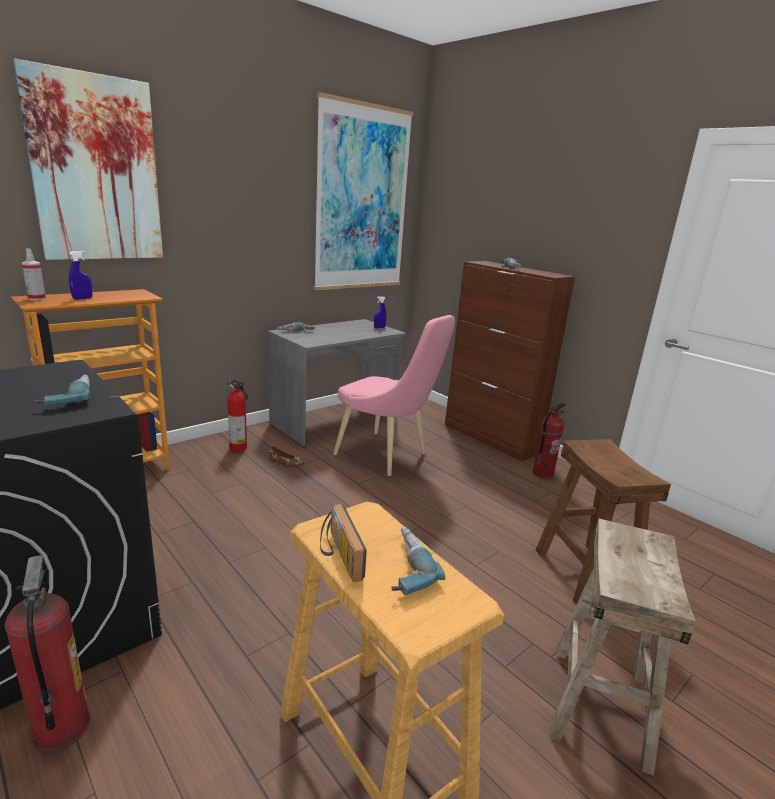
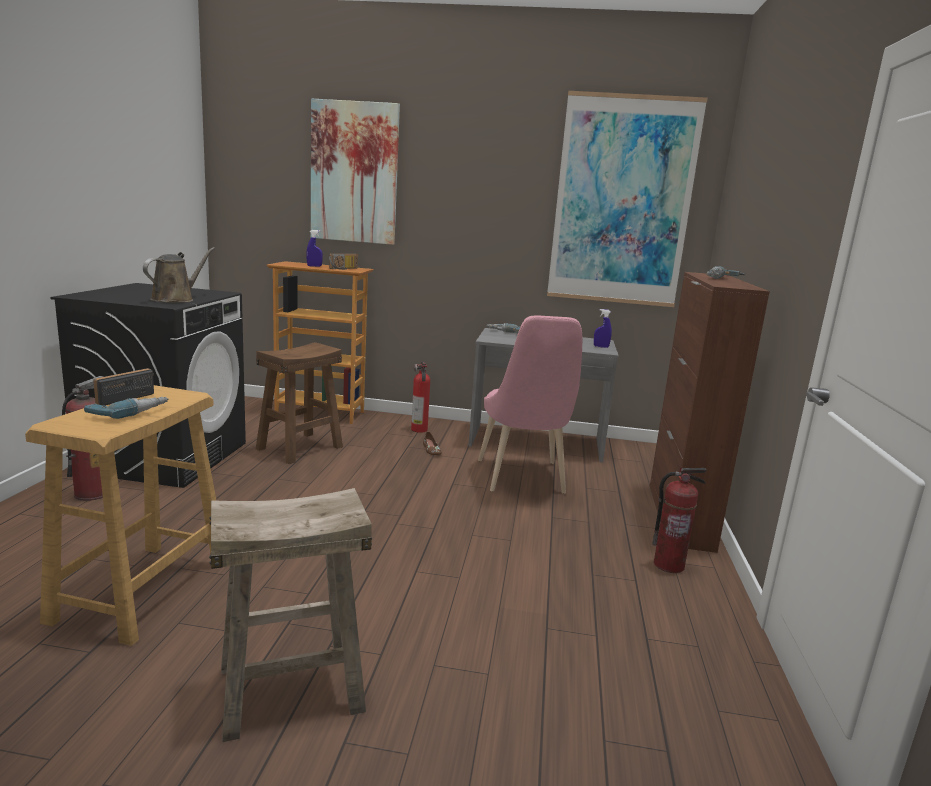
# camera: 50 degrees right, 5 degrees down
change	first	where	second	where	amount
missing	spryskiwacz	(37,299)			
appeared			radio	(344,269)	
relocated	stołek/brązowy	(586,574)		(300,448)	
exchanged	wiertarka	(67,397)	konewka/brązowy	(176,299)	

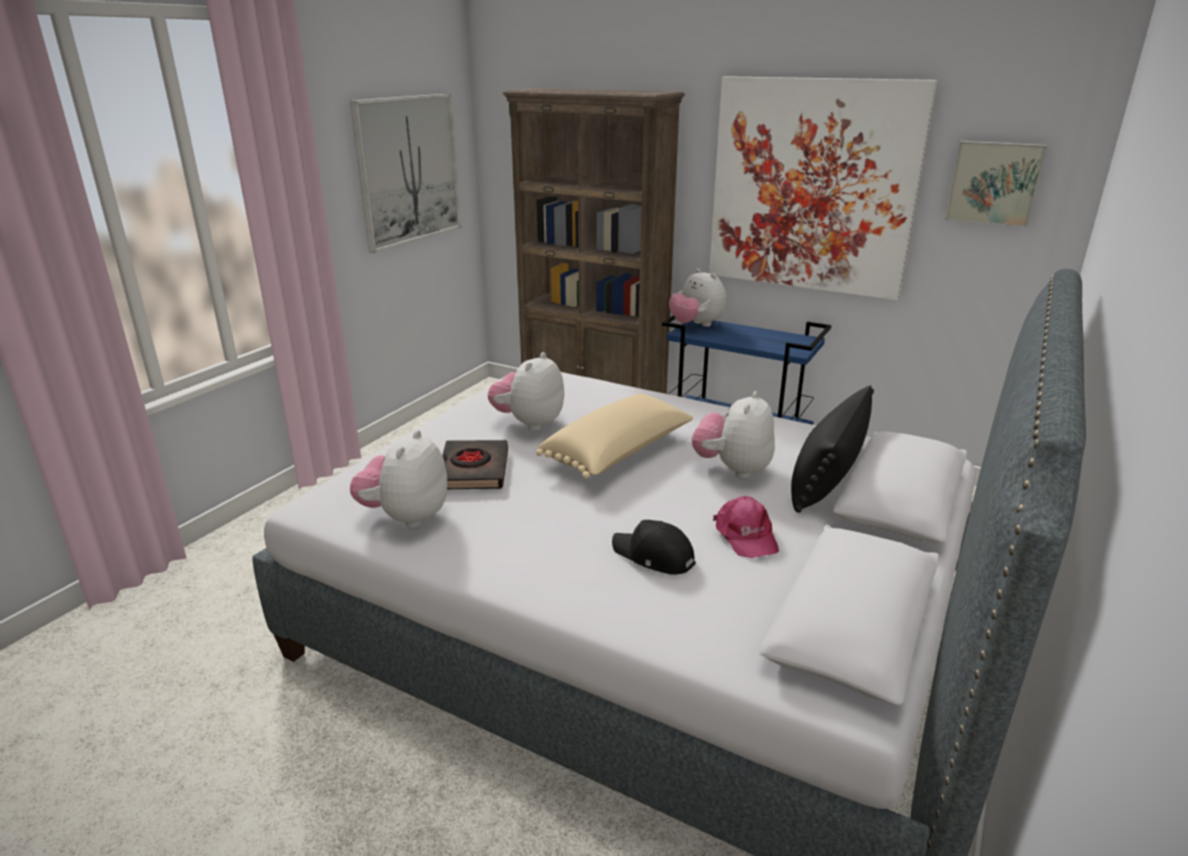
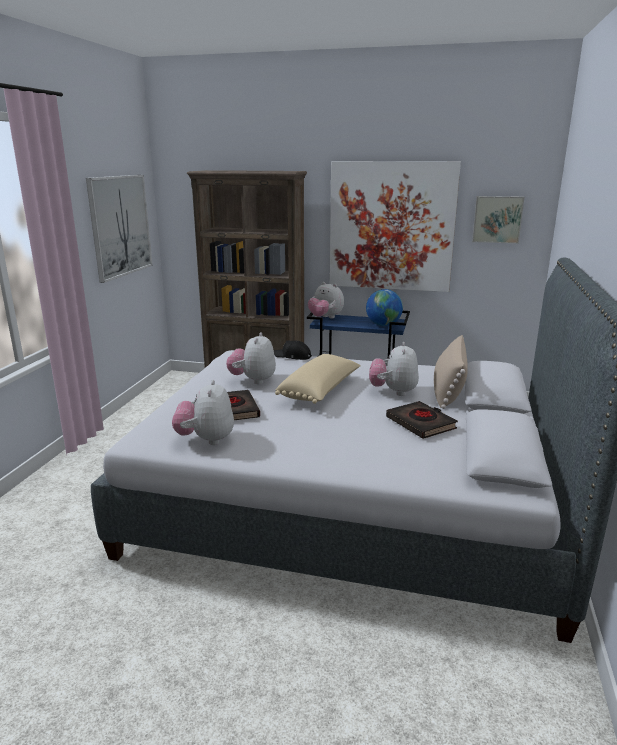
# camera: 15 degrees left, 5 degrees down
change	first	where	second	where	amount
appeared			globus	(383,325)	
relocated	czapka z daszkiem/czarny	(653,556)		(292,356)	
exchanged	czapka z daszkiem/różowy	(745,535)	książka/czarny	(421,424)	
colour	poduszka/czarny	(827,475)	poduszka/beżowy	(448,389)	

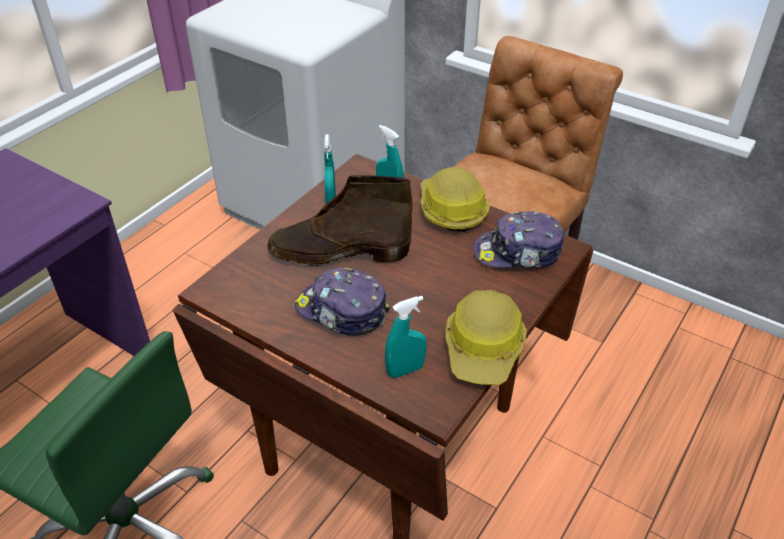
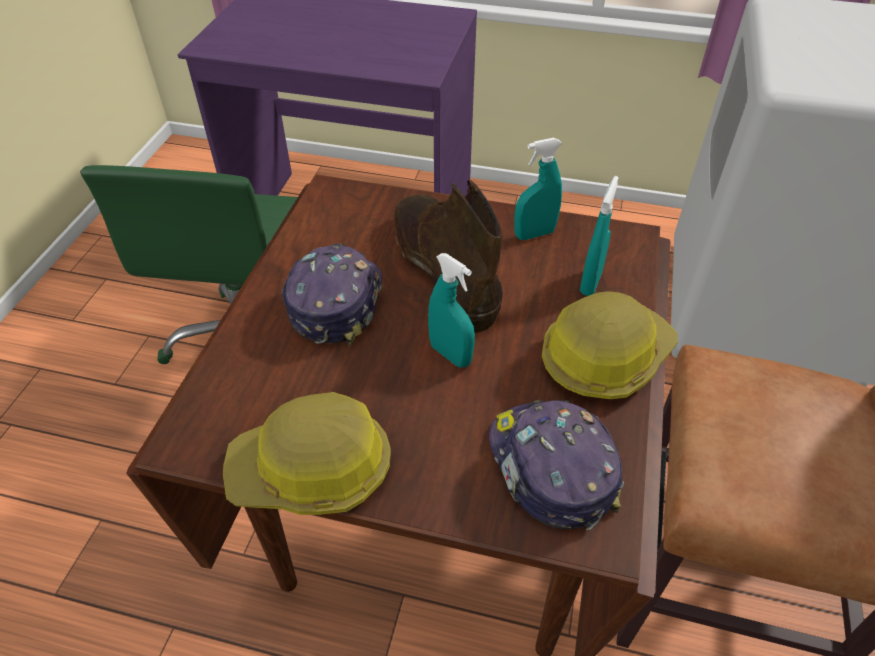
# camera: 70 degrees right, 5 degrees up
change	first	where	second	where	amount
relocated	spryskiwacz/turkusowy	(405,370)		(450,354)	

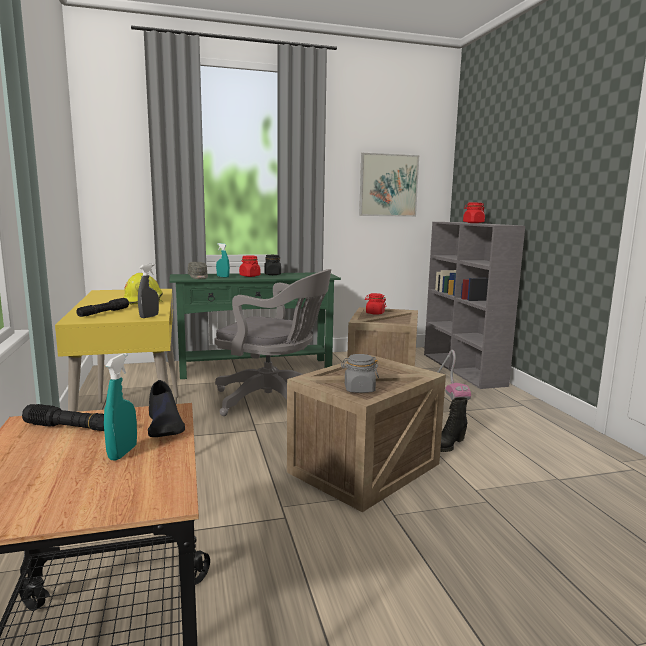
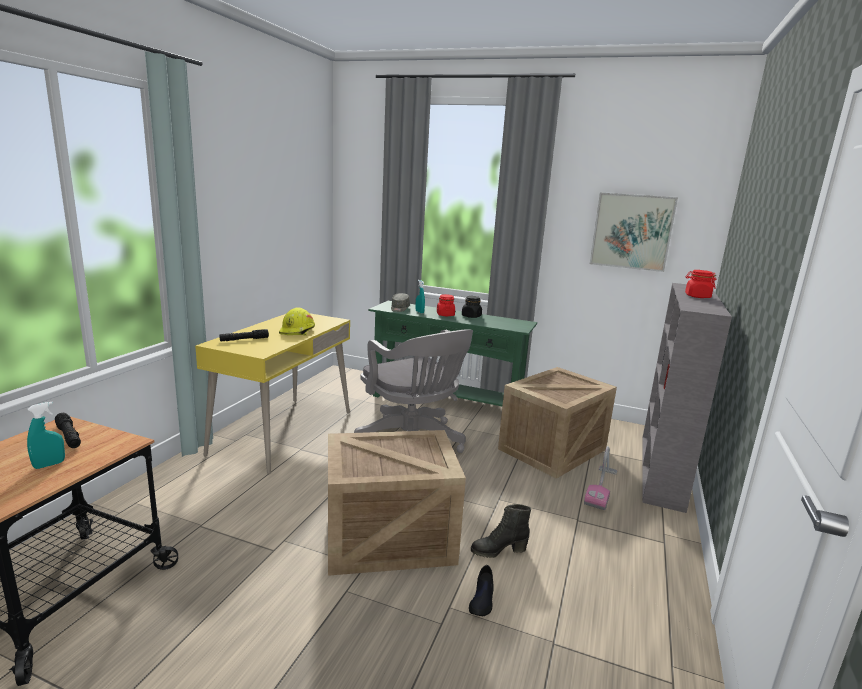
# camera: 35 degrees right, 5 degrees up
change	first	where	second	where	amount
missing	spryskiwacz/szary	(149,316)			
missing	słoik/szary	(359,389)			
missing	słoik/czerwony	(375,313)			
relocated	but/czarny	(164,425)		(482,599)	

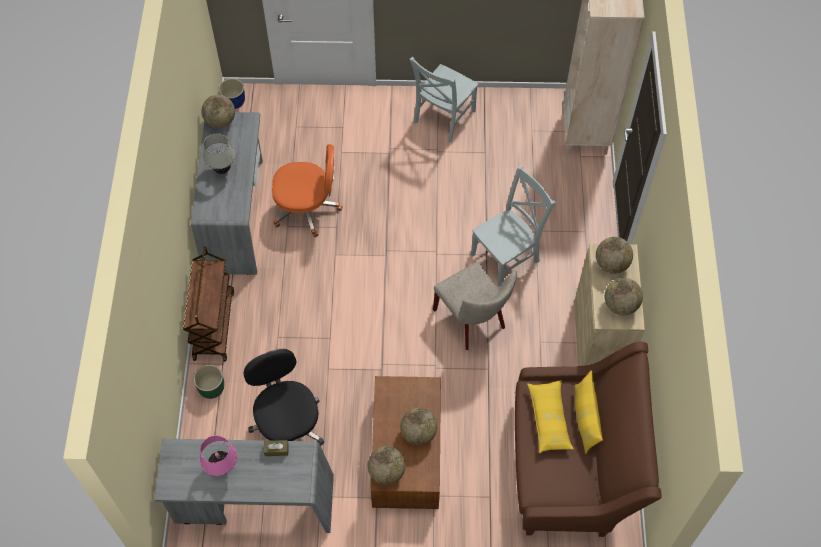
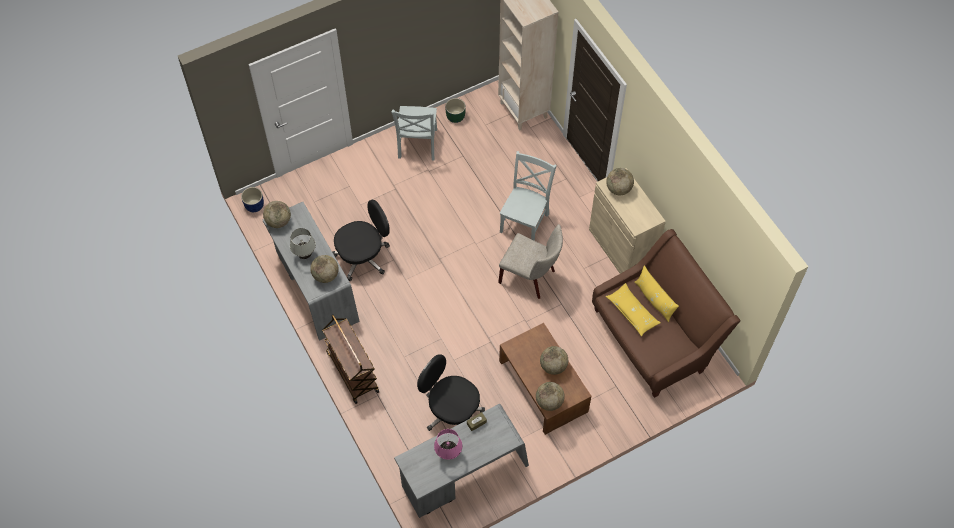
# camera: 30 degrees left, 0 degrees up
change	first	where	second	where	amount
relocated	donica/zielony	(211,388)		(455,116)	
relocated	globus	(620,305)		(326,275)	
colour	krzesło biurowe/pomarańczowy	(307,208)	krzesło biurowe/czarny	(363,257)	

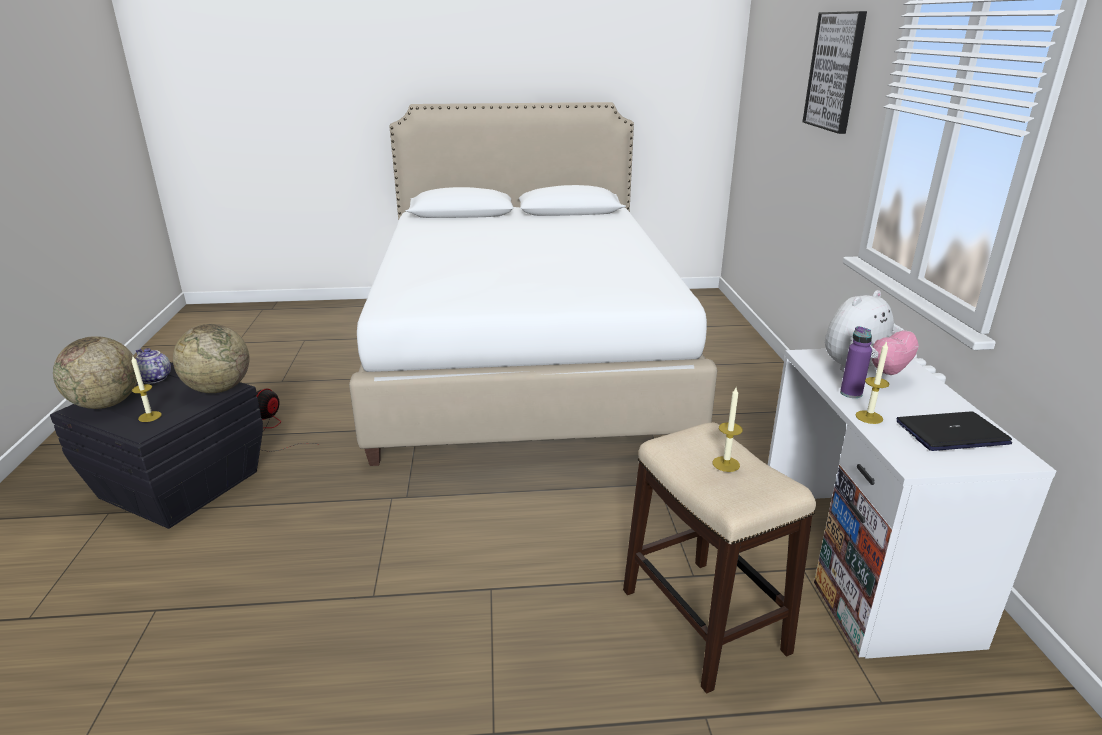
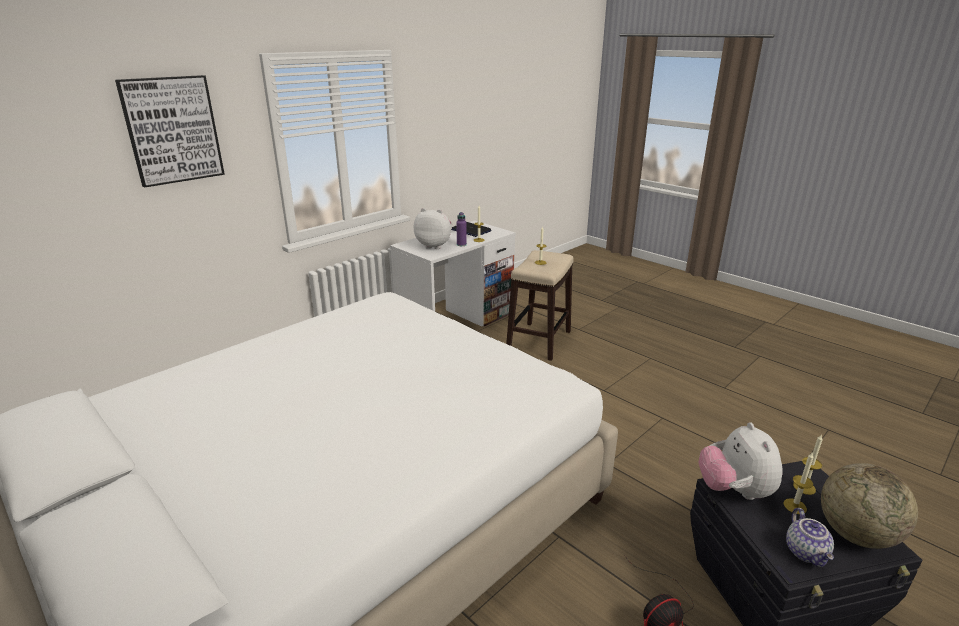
# camera: 130 degrees left, 0 degrees up
change	first	where	second	where	amount
appeared			świeca	(795,506)	
exchanged	globus	(218,389)	pluszak	(734,490)	

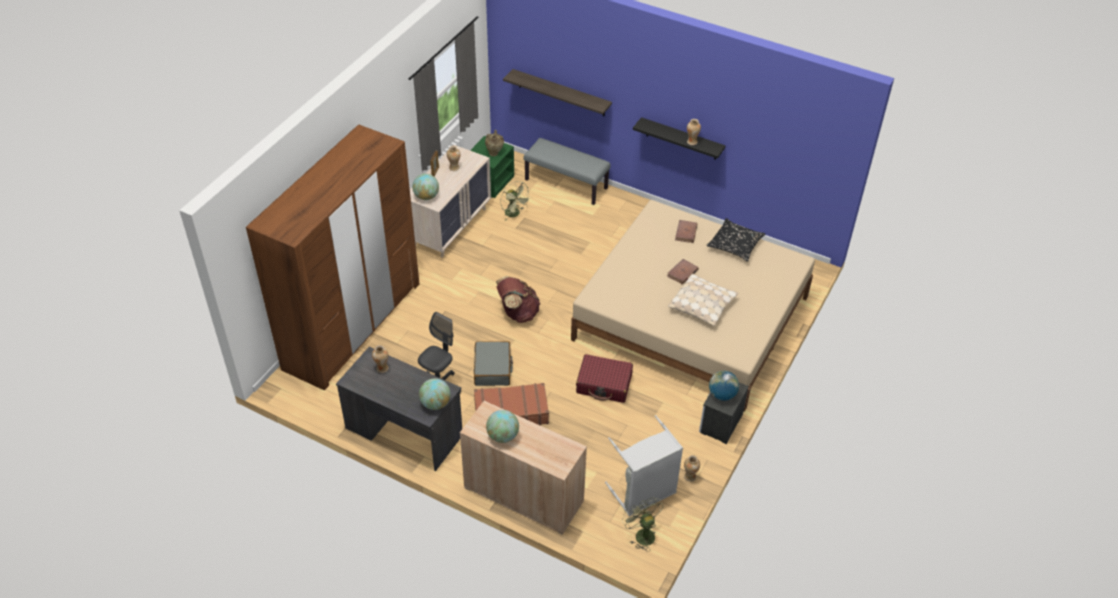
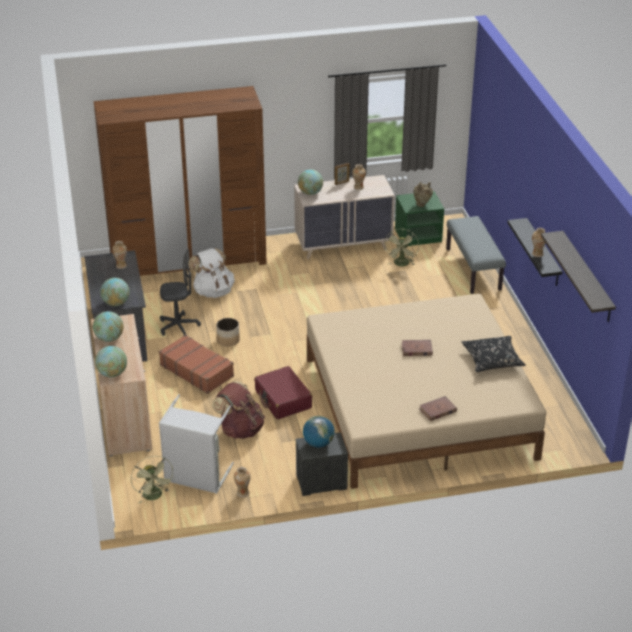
# camera: 50 degrees right, 10 degrees down
change	first	where	second	where	amount
missing	poduszka/beżowy	(702,305)			
appeared			globus	(112,373)	
appeared			plecak/biały	(213,291)	
relocated	plecak/brązowy	(518,313)		(240,429)	
relocated	półka	(561,93)		(586,277)	
relocated	książka/brązowy	(686,233)		(437,410)	
exchanged	walizka/szary	(493,369)	donica	(228,340)	
spun	wentylator/zielony	(642,534)		(154,496)	135 degrees clockwise

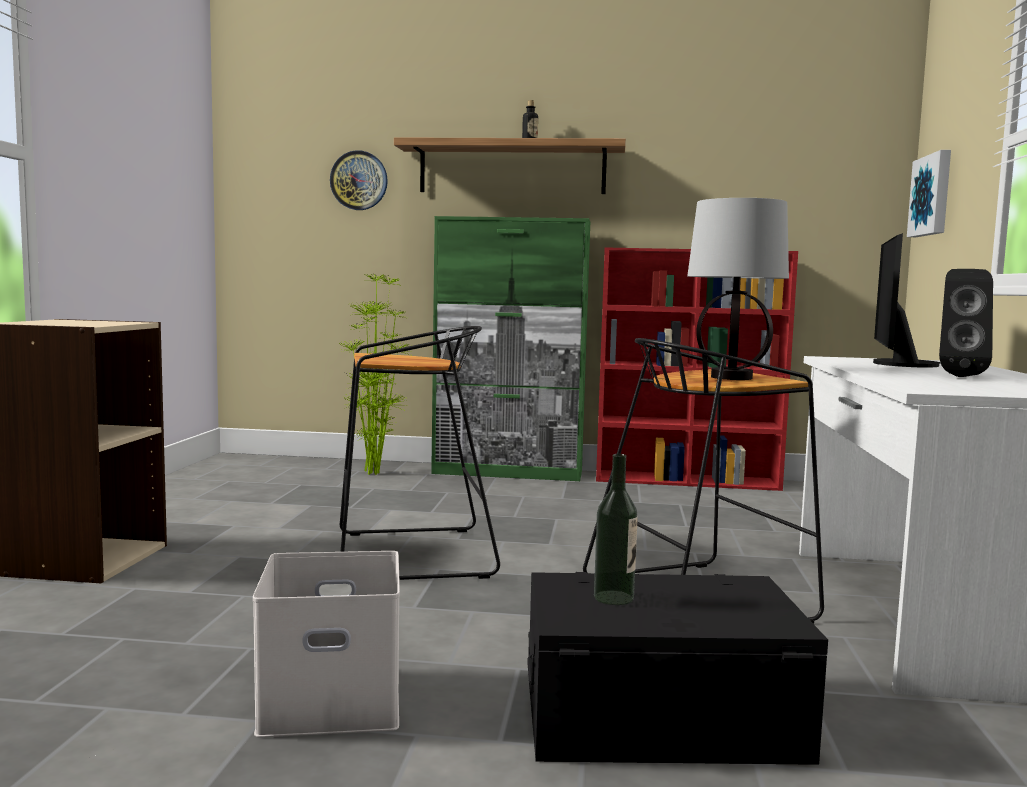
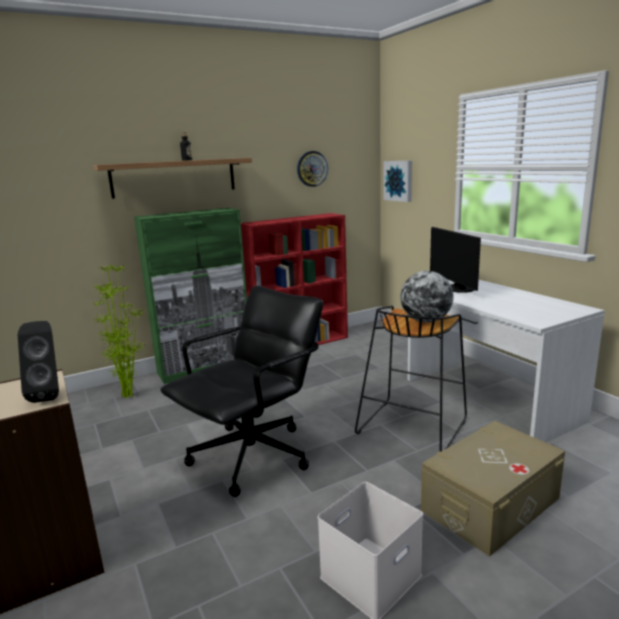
# camera: 35 degrees left, 10 degrees up
change	first	where	second	where	amount
missing	butelka	(613,598)			
relocated	zegar ścienny	(359,180)		(312,169)	
relocated	głośnik/czarny	(959,376)		(49,394)	
exchanged	stołek/czarny	(410,555)	krzesło biurowe/czarny	(253,456)	
exchanged	lampa stołowa	(732,378)	globus	(426,321)	
colour	pojemnik do przechowywania/czarny	(659,716)	pojemnik do przechowywania/beżowy	(490,504)	

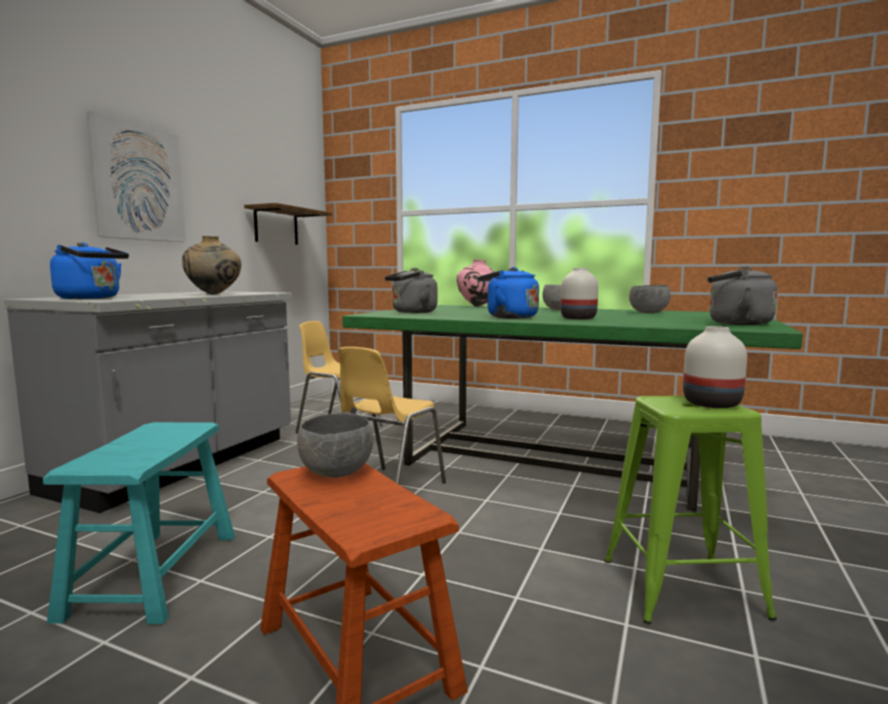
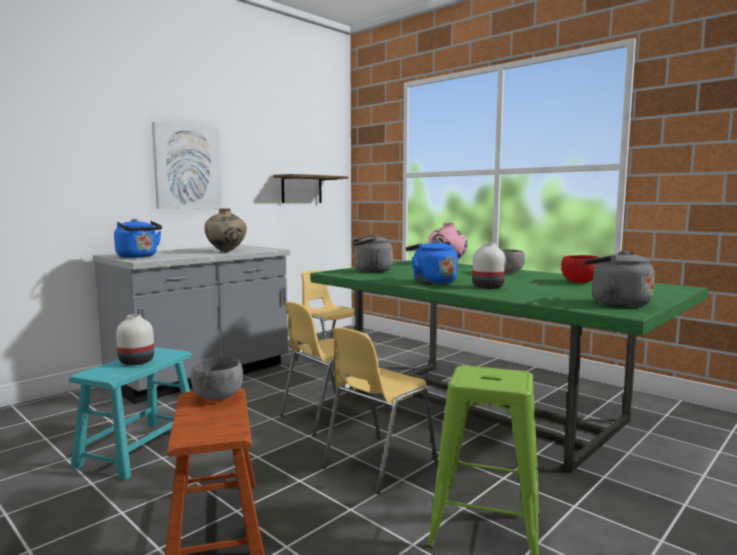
# camera: 20 degrees right, 0 degrees up
change	first	where	second	where	amount
appeared			krzesło/żółty	(378,464)	
relocated	wazon/biały	(713,404)		(137,362)	
colour	miska/szary	(649,313)	miska/czerwony	(579,282)	

